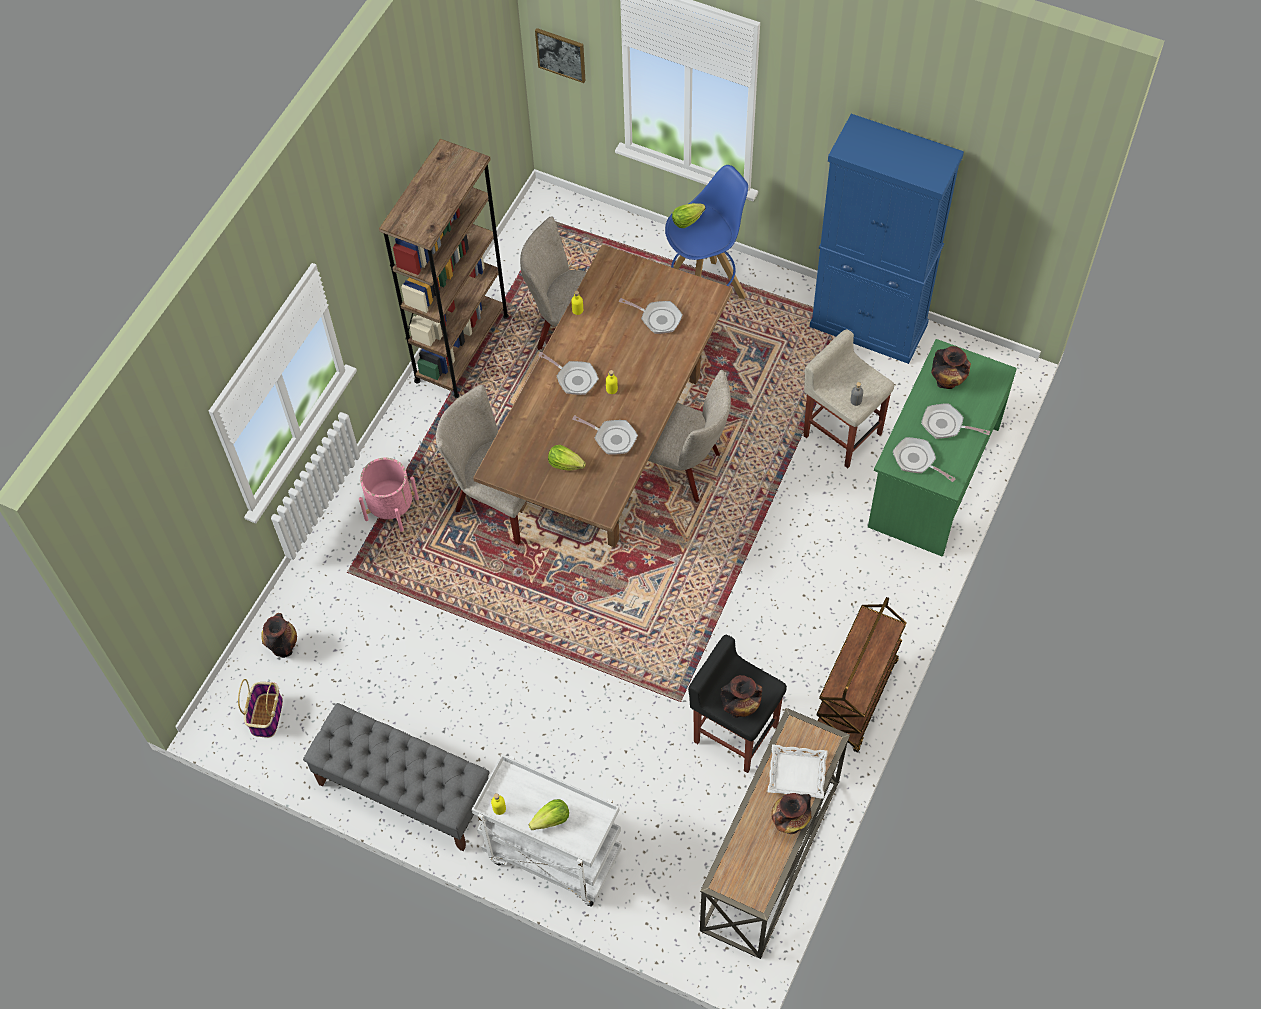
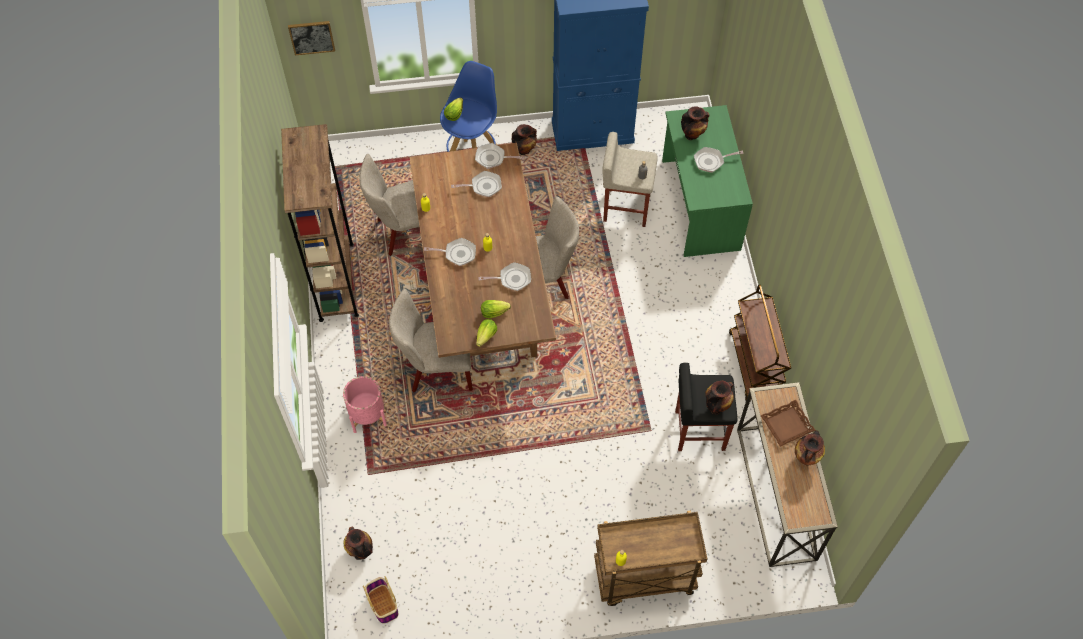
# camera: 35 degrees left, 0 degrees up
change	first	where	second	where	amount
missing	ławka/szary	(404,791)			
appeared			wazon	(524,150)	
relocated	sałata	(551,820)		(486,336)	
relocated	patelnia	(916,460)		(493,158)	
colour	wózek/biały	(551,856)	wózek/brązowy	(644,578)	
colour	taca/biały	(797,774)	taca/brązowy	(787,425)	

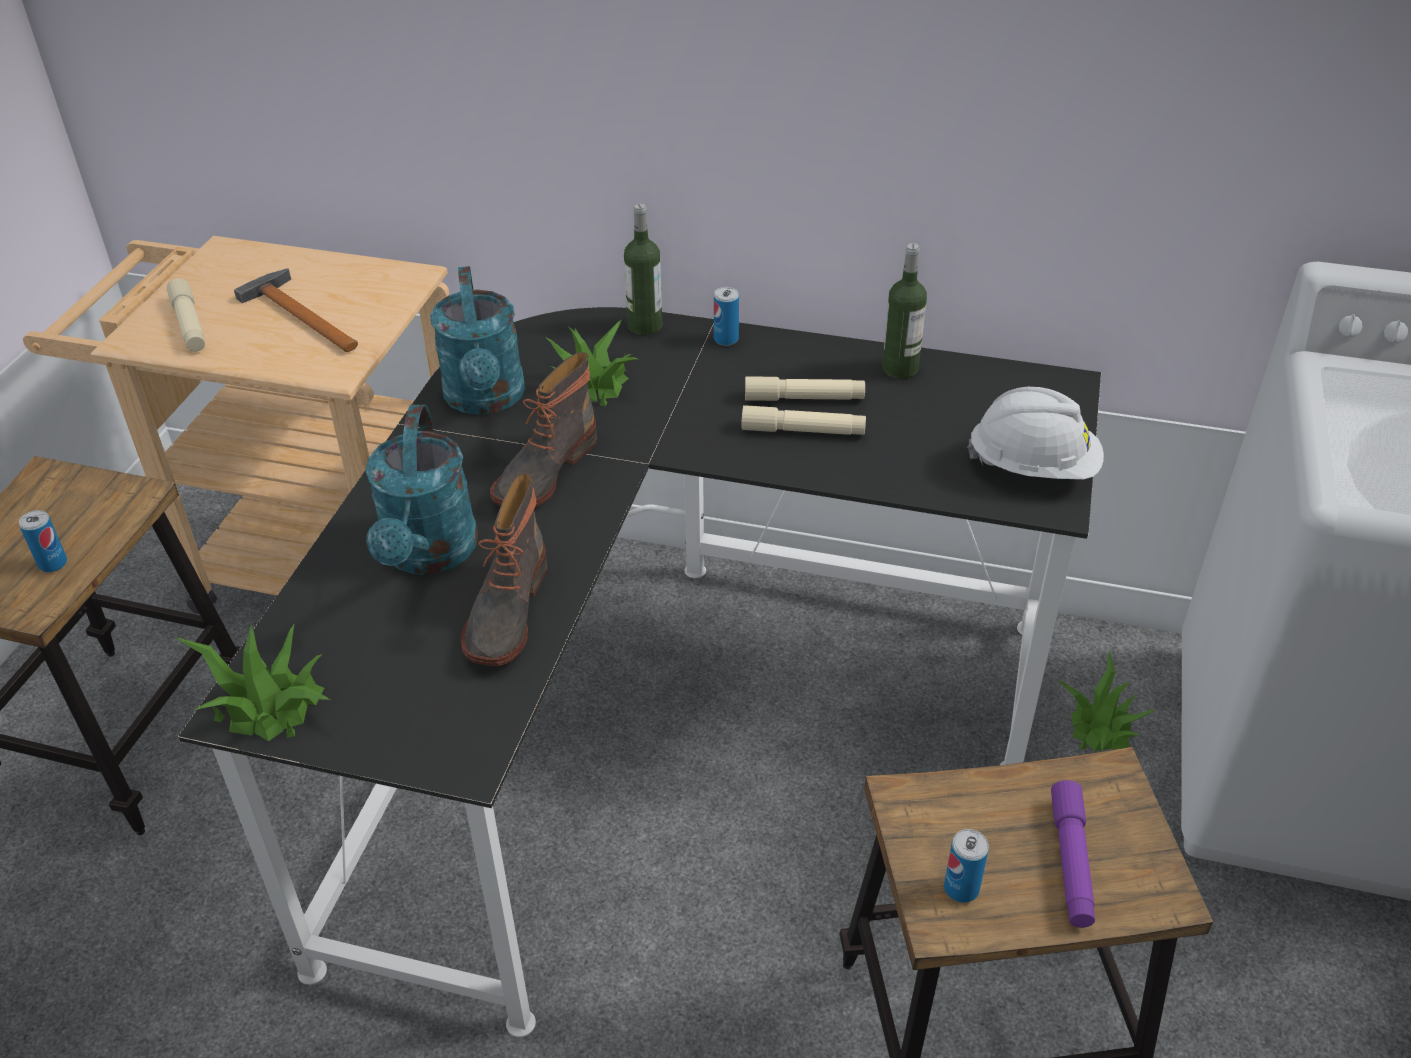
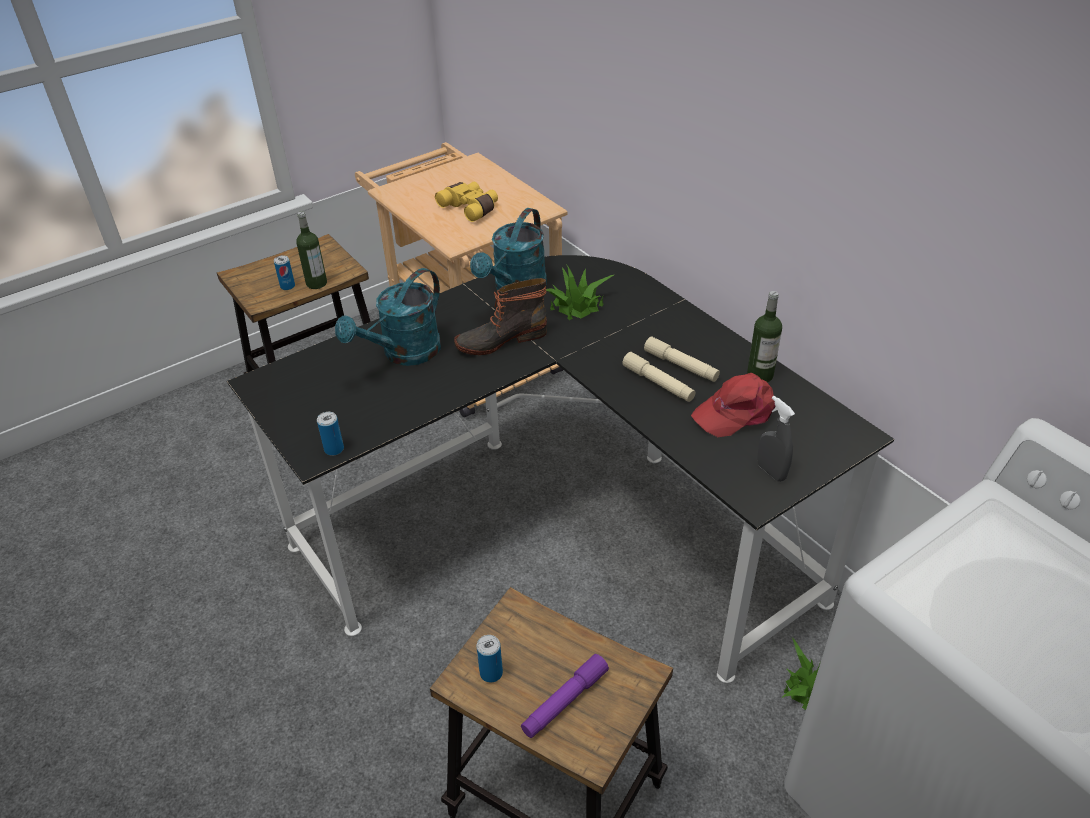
# camera: 40 degrees right, 0 degrees up
change	first	where	second	where	amount
missing	latarka/beżowy	(189,324)			
missing	roślina doniczkowa	(267,704)			
missing	but z cholewką	(505,612)			
appeared			czapka z daszkiem/czerwony	(736,412)	
relocated	butelka	(645,326)		(316,283)	
relocated	puszka	(726,339)		(334,449)	
exchanged	młotek	(300,314)	lornetka/żółty	(471,208)	
exchanged	kask/biały	(1033,467)	spryskiwacz/szary	(771,472)	

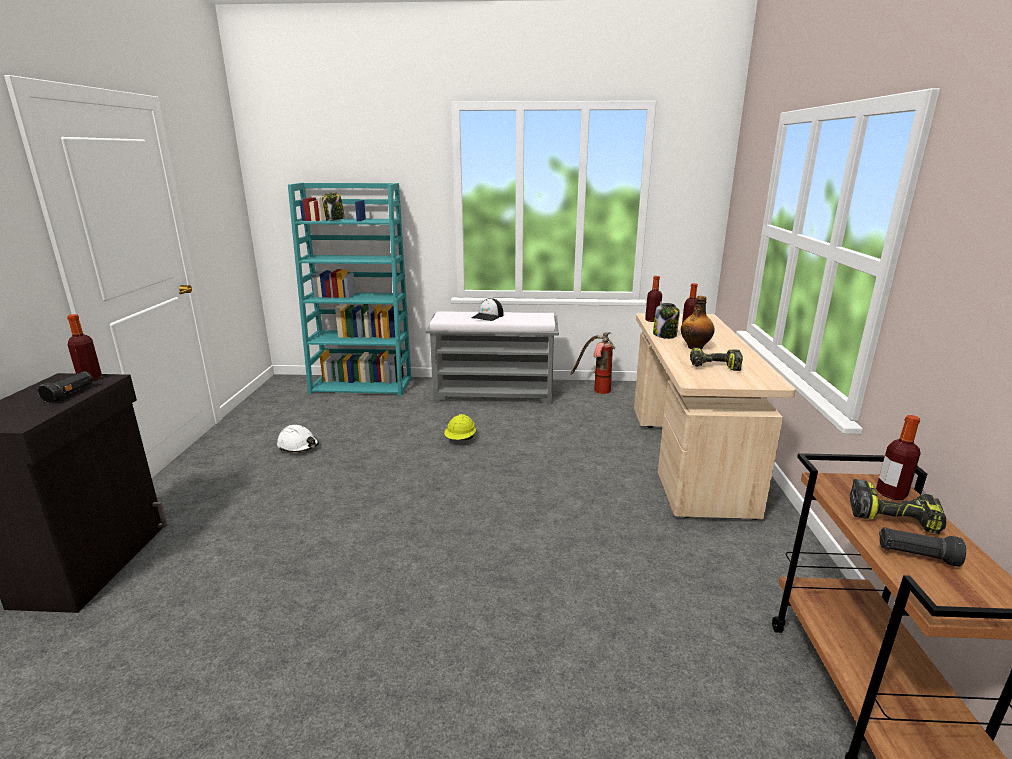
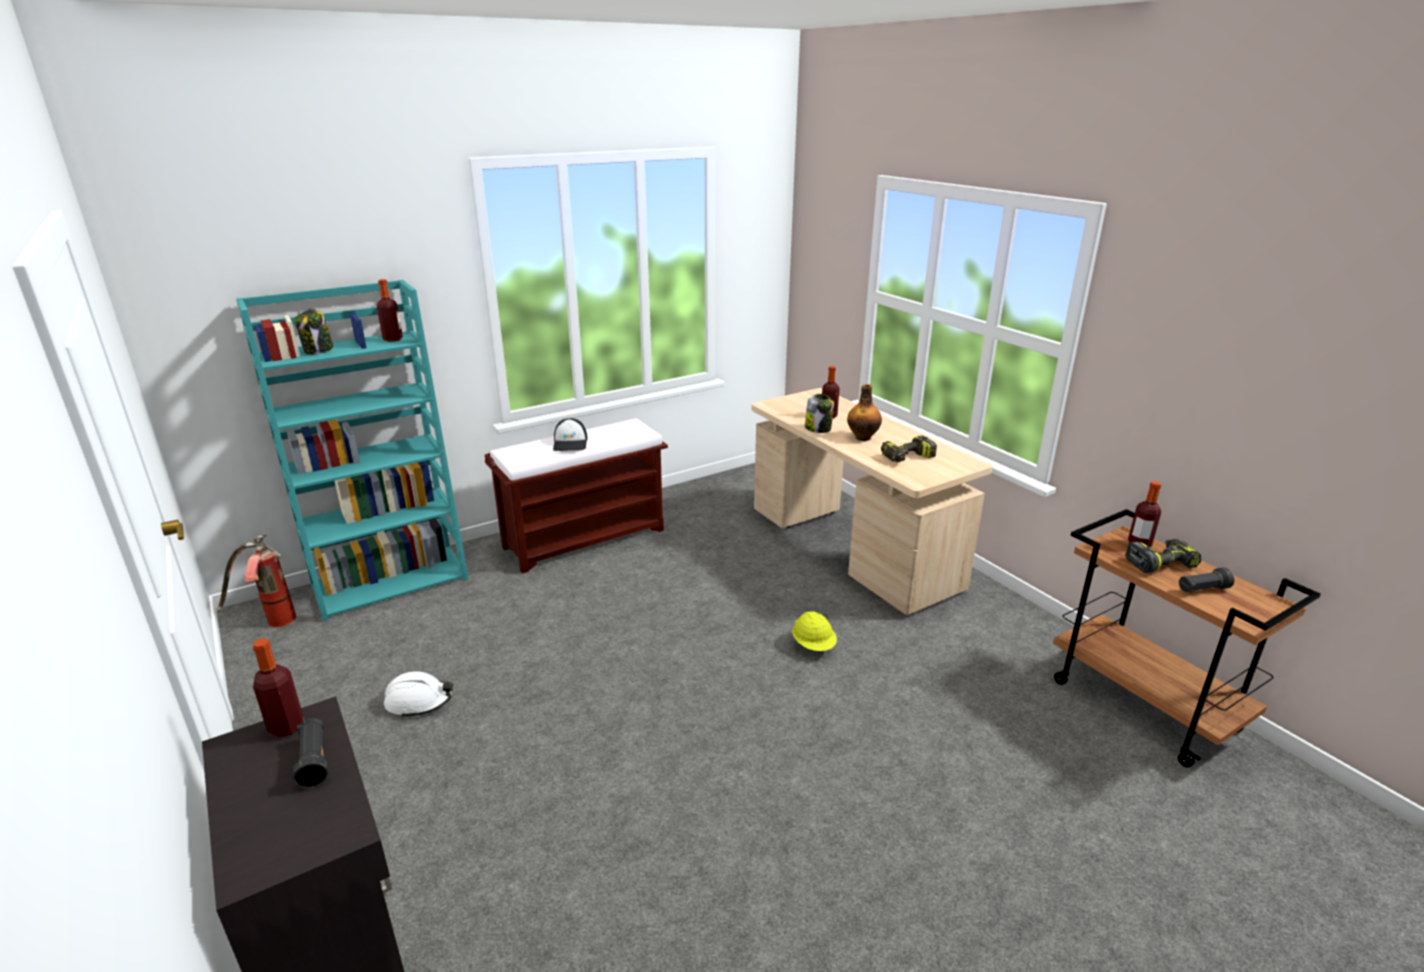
# camera: 35 degrees left, 5 degrees up
change	first	where	second	where	amount
relocated	kask/żółty	(460,440)		(813,646)	
relocated	gaśnica	(595,390)		(270,623)	
relocated	butelka	(652,320)		(393,339)	
colour	ławka/szary	(495,394)	ławka/brązowy	(585,538)	

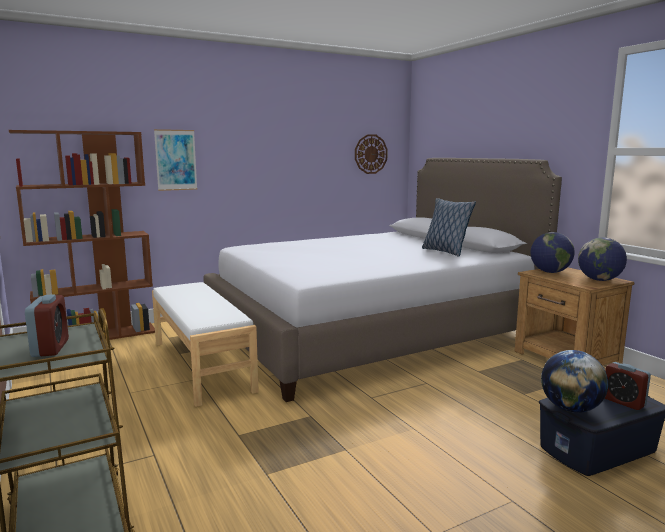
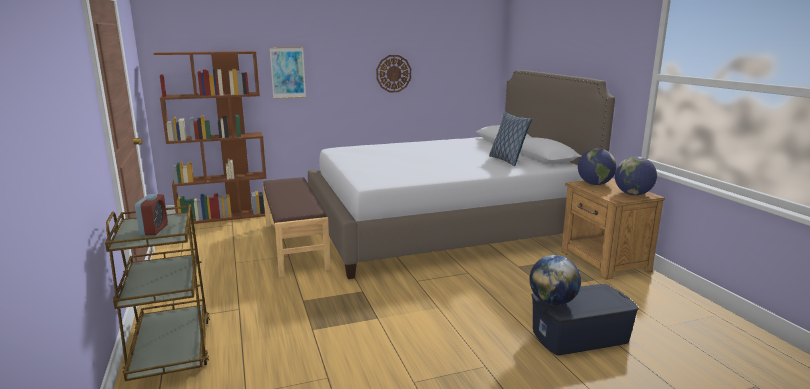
# camera: 10 degrees right, 5 degrees up
change	first	where	second	where	amount
missing	budzik	(623,402)			
relocated	zegar ścienny	(370,154)		(393,73)	
colour	ławka/biały	(202,365)	ławka/brązowy	(295,245)	

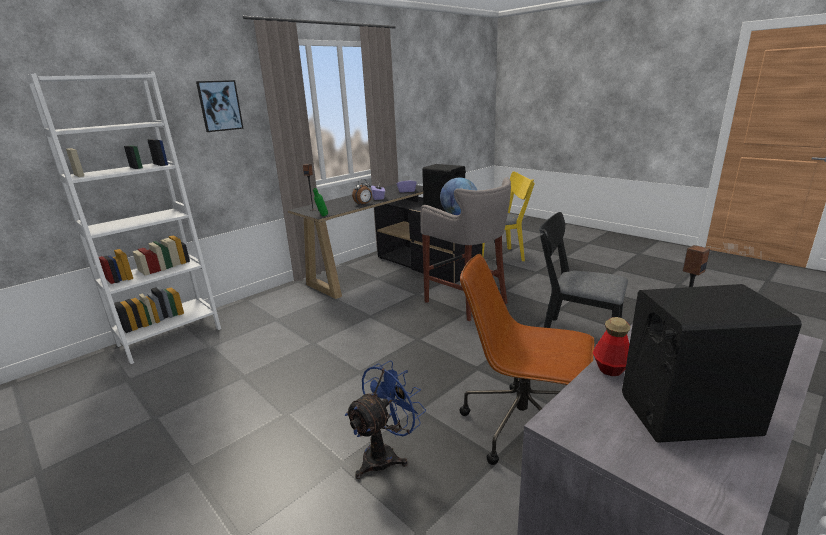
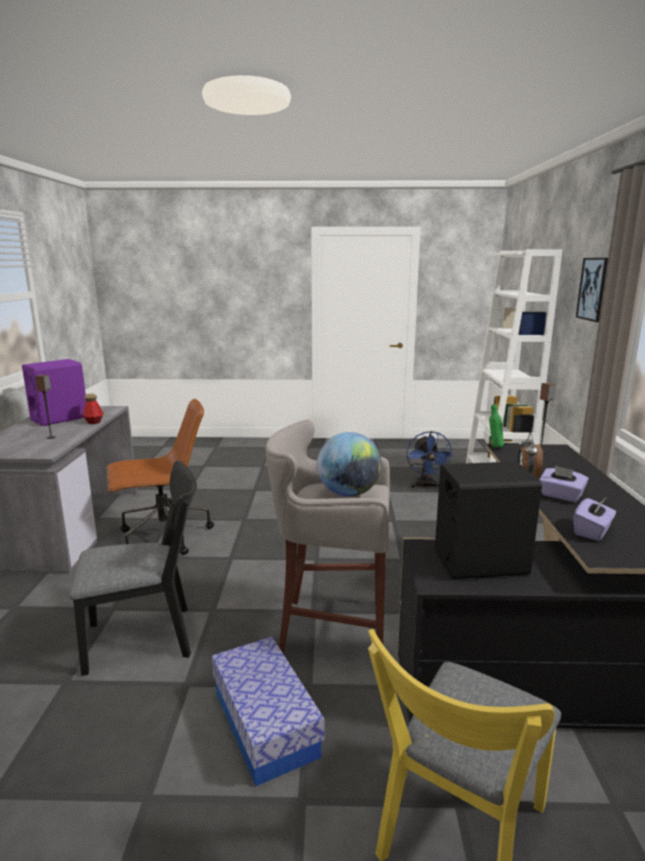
# camera: 135 degrees right, 5 degrees down
change	first	where	second	where	amount
appeared			pojemnik do przechowywania	(265,724)	
relocated	wentylator/niebieski	(385,454)		(426,486)	
colour	głośnik/czarny	(686,415)	głośnik/fioletowy	(60,418)	

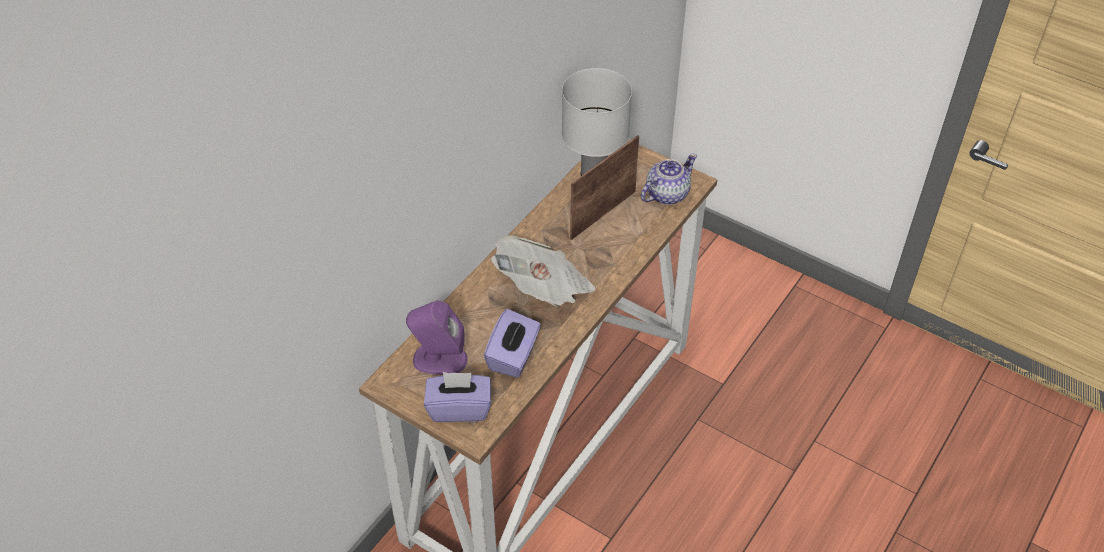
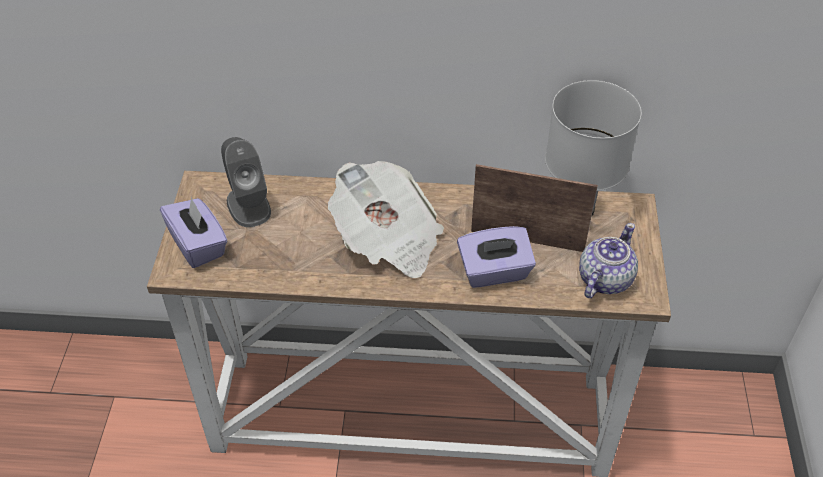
# camera: 60 degrees right, 0 degrees up
change	first	where	second	where	amount
relocated	pudełko chusteczek/fioletowy	(513,356)		(494,272)	
colour	głośnik/fioletowy	(439,359)	głośnik/szary	(248,205)	
spun	imbryk	(666,194)		(604,279)	75 degrees counterclockwise

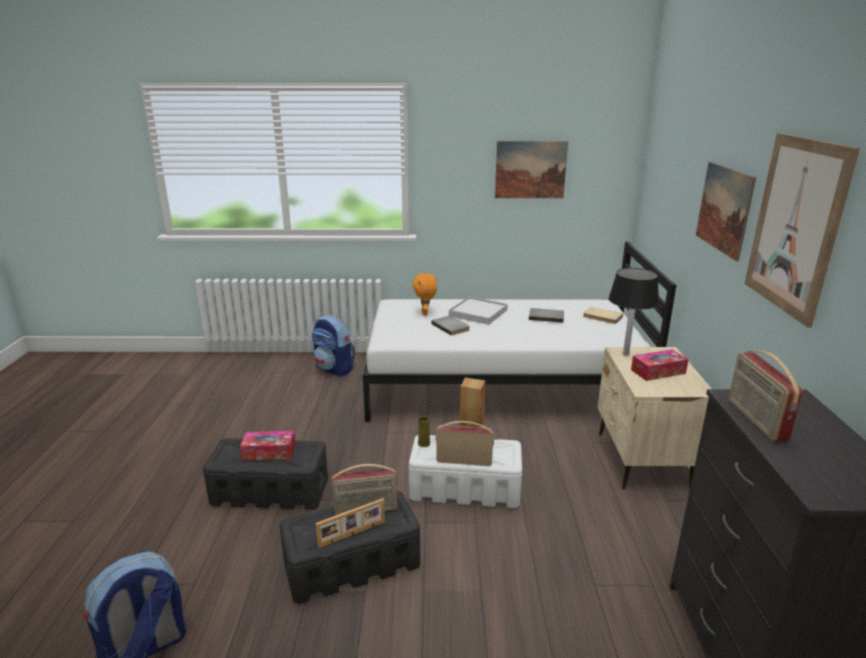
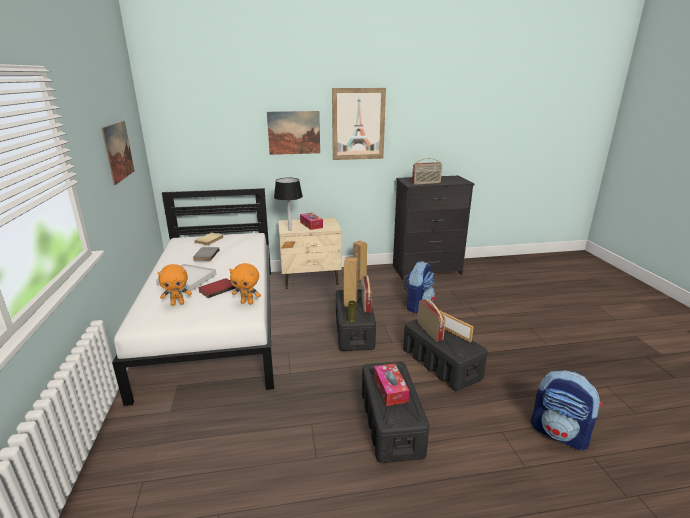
# camera: 100 degrees left, 0 degrees up
change	first	where	second	where	amount
appeared			pluszak/pomarańczowy	(247,303)	
appeared			głośnik/brązowy	(359,277)	
relocated	plecak	(334,369)		(417,305)	
colour	pojemnik do przechowywania/biały	(464,488)	pojemnik do przechowywania/czarny	(354,330)	
colour	książka/szary	(451,327)	książka/czerwony	(217,289)	

